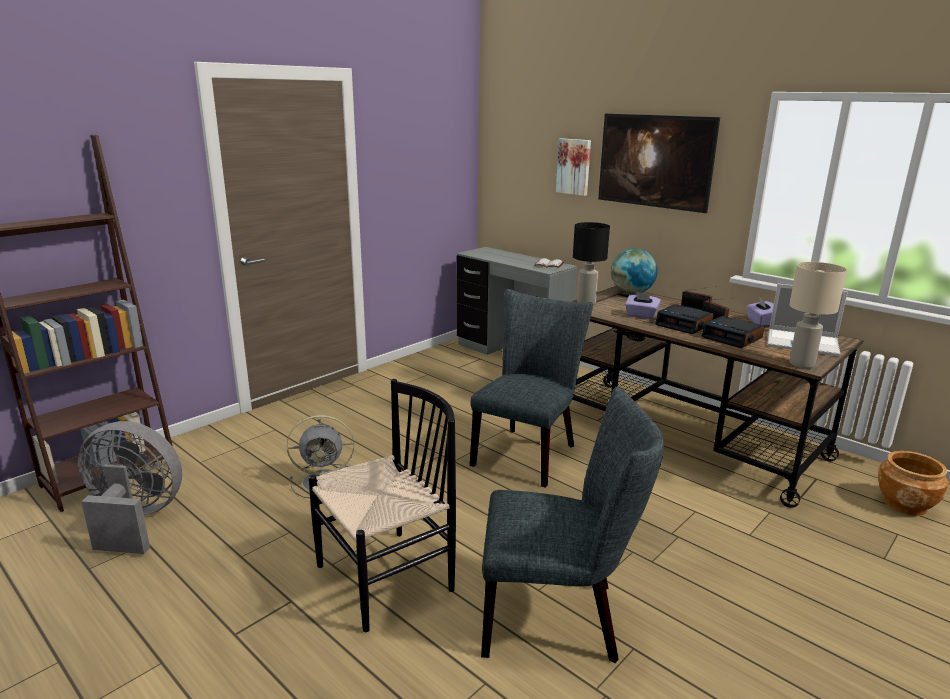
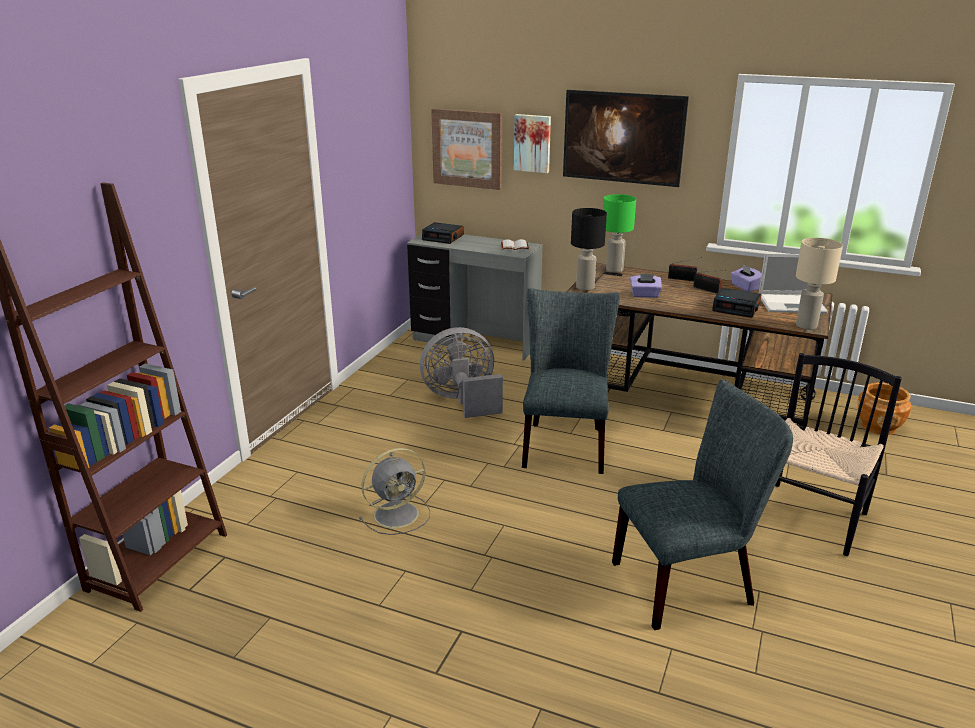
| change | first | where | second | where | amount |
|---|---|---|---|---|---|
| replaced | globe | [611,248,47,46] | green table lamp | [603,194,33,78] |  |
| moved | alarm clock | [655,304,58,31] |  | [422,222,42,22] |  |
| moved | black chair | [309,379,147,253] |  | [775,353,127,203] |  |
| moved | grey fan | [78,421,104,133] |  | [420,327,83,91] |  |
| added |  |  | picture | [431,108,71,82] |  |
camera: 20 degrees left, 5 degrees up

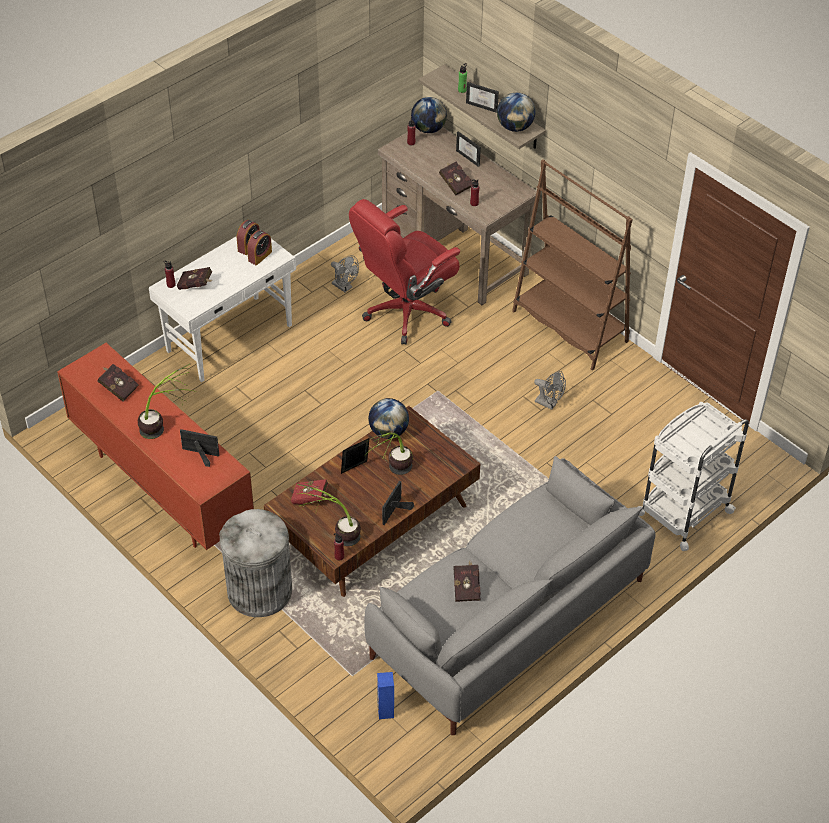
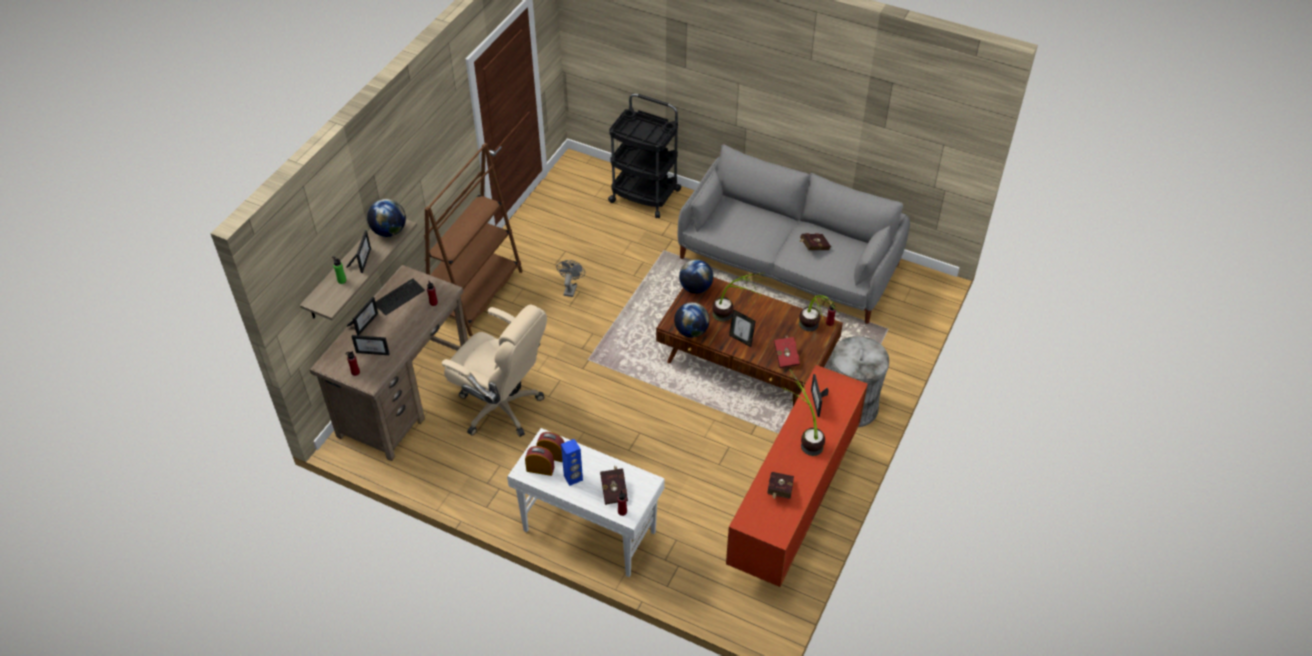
| change | first | where | second | where | amount |
|---|---|---|---|---|---|
| moved | globe | [411,97,36,36] |  | [679,259,34,35] |  |
| removed | red book | [439,162,33,34] |  |  |  |
| recoloured | red office chair | [349,199,111,146] | beige office chair | [442,305,105,132] |  |
| removed | grey fan | [331,255,28,37] |  |  |  |
| recoloured | white cart | [638,402,111,149] | black cart | [608,94,73,124] |  |
| moved | picture frame | [382,480,32,45] |  | [352,335,38,20] |  |
| moved | blue speaker | [377,672,17,47] |  | [561,439,22,47] |  |
| added |  |  | keyboard | [376,279,49,36] |  |
camera: 110 degrees left, 0 degrees up

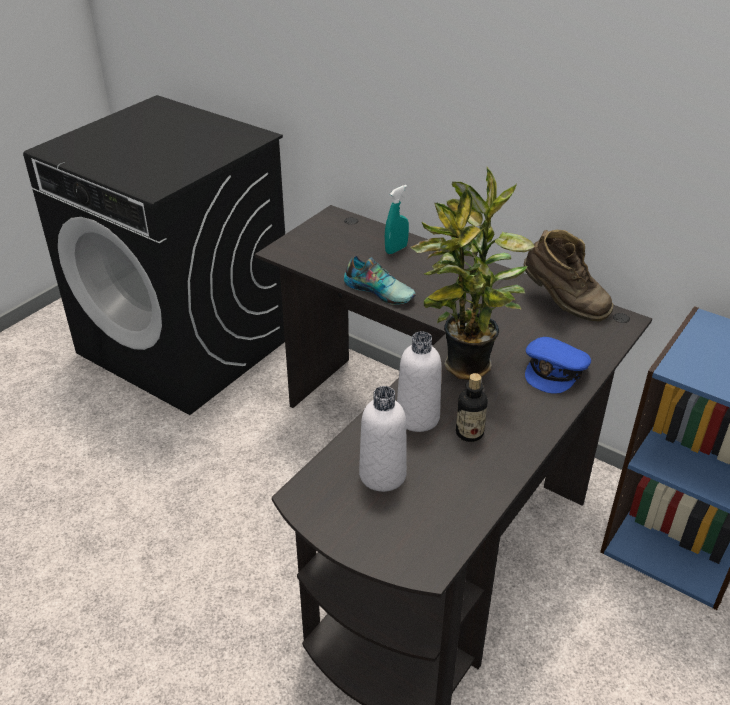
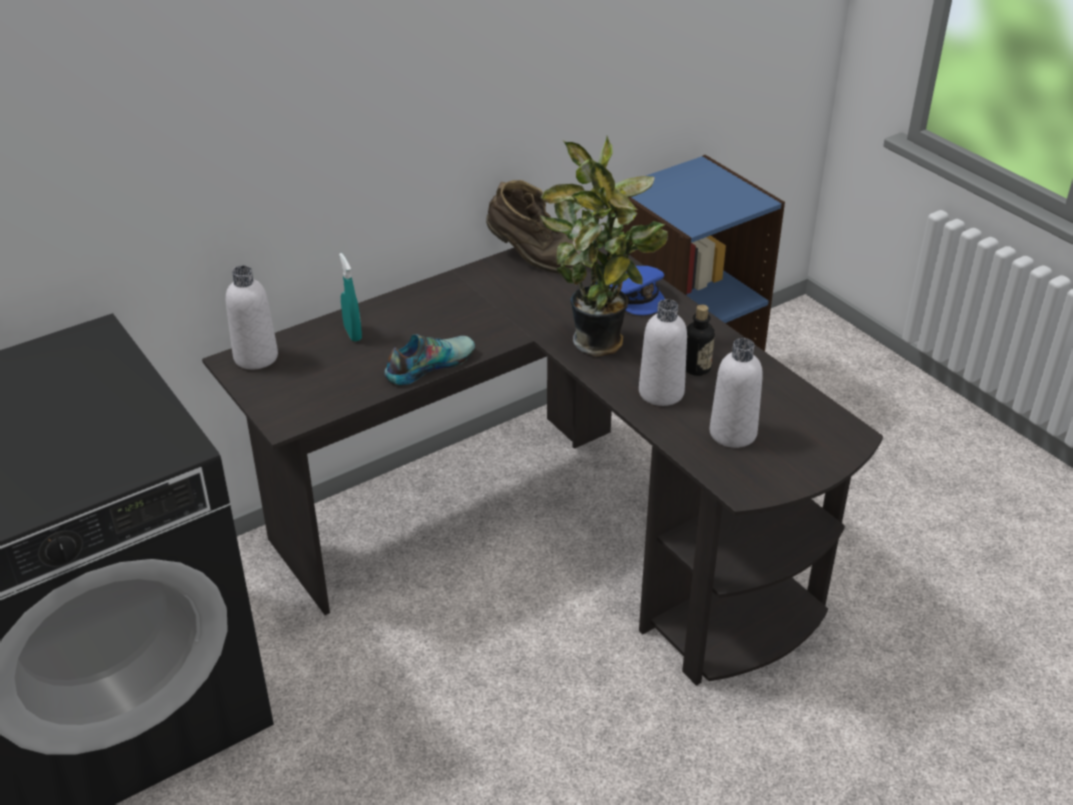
| change | first | where | second | where | amount |
|---|---|---|---|---|---|
| turned | brown boot | [524,230,90,91] |  | [486,180,96,94] | 60 degrees clockwise |
| added |  |  | white bottle | [226,265,52,104] |  |
camera: 70 degrees left, 0 degrees up

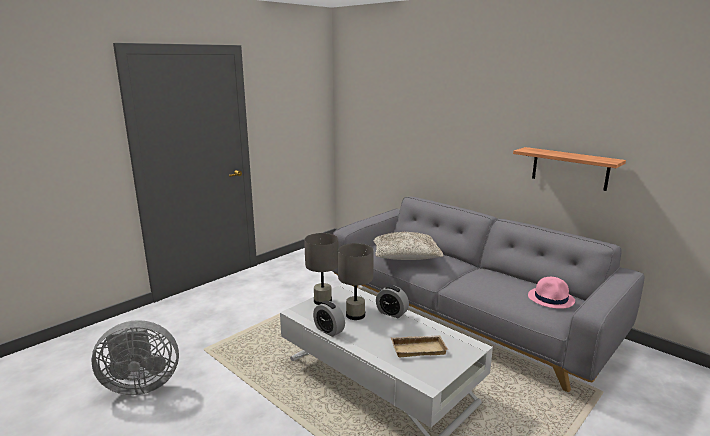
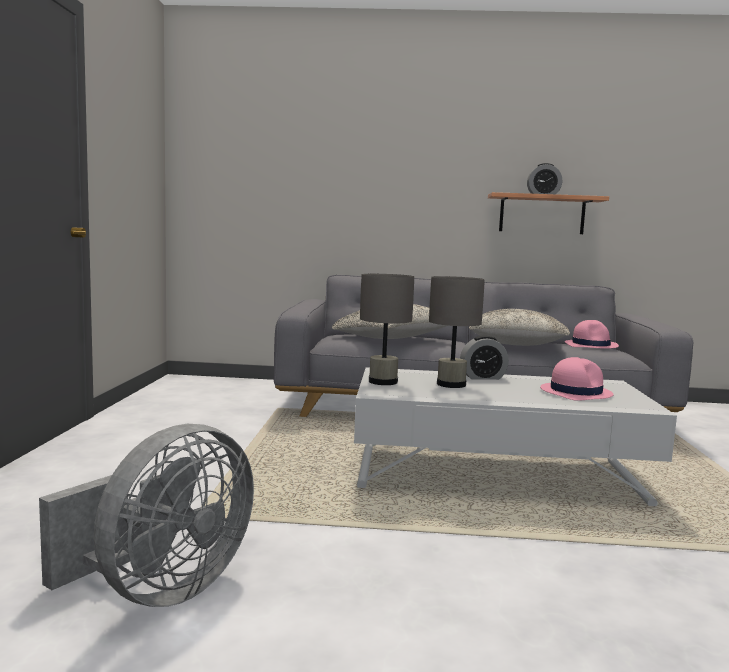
| change | first | where | second | where | amount |
|---|---|---|---|---|---|
| moved | alarm clock | [313,301,32,36] |  | [527,163,35,31] |  |
| replaced | beige tray | [391,335,57,22] | pink hat | [540,357,73,44] |  |
| added |  |  | beige pillow | [469,309,101,37] |  |
camera: 40 degrees left, 10 degrees down

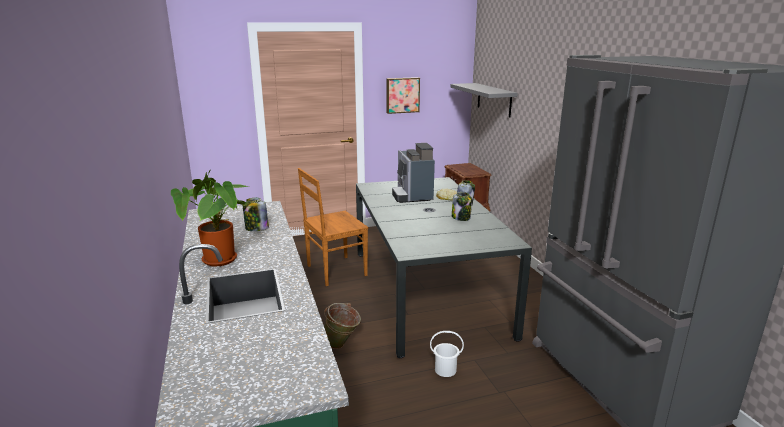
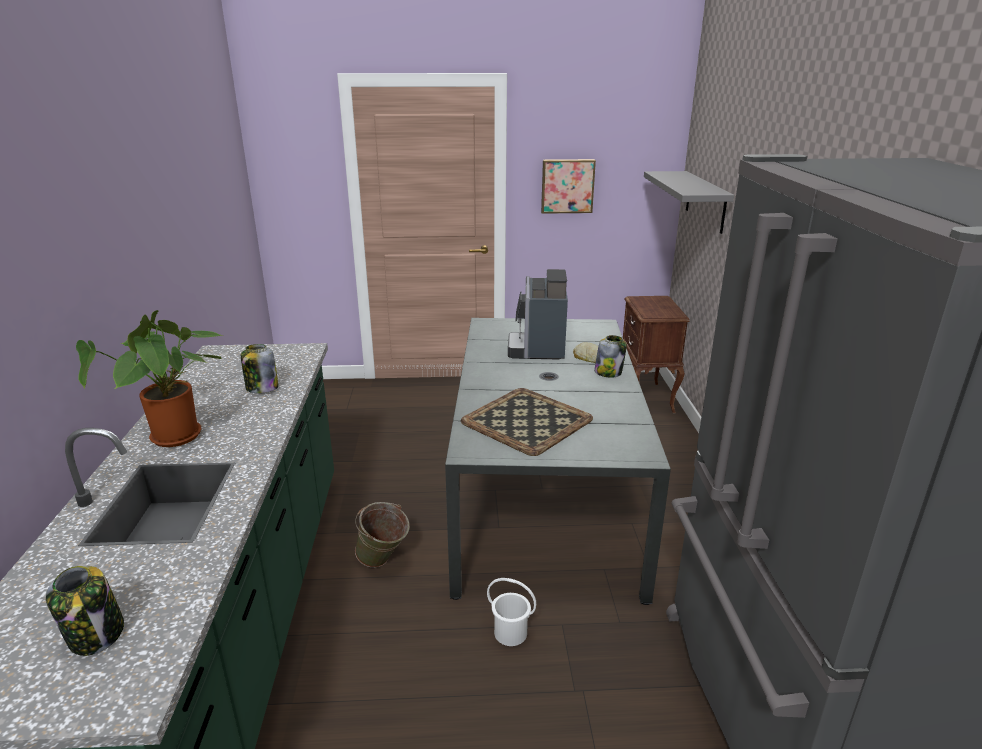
| change | first | where | second | where | amount |
|---|---|---|---|---|---|
| removed | brown chair | [298,168,70,118] |  |  |  |
| moved | jar | [452,192,20,29] |  | [46,566,78,90] |  |
| added |  |  | tray | [461,388,132,68] |  |
camera: 15 degrees right, 5 degrees up

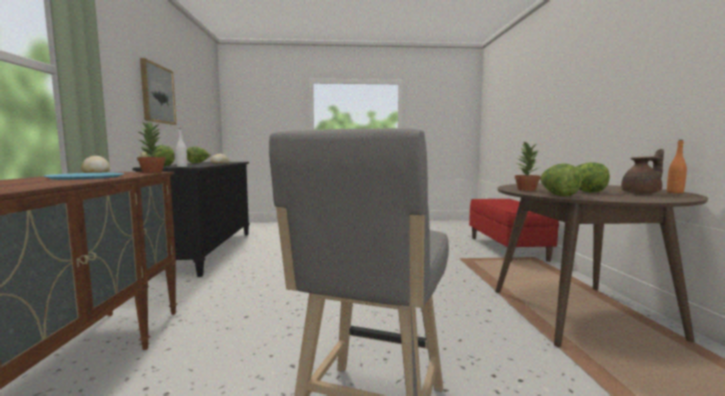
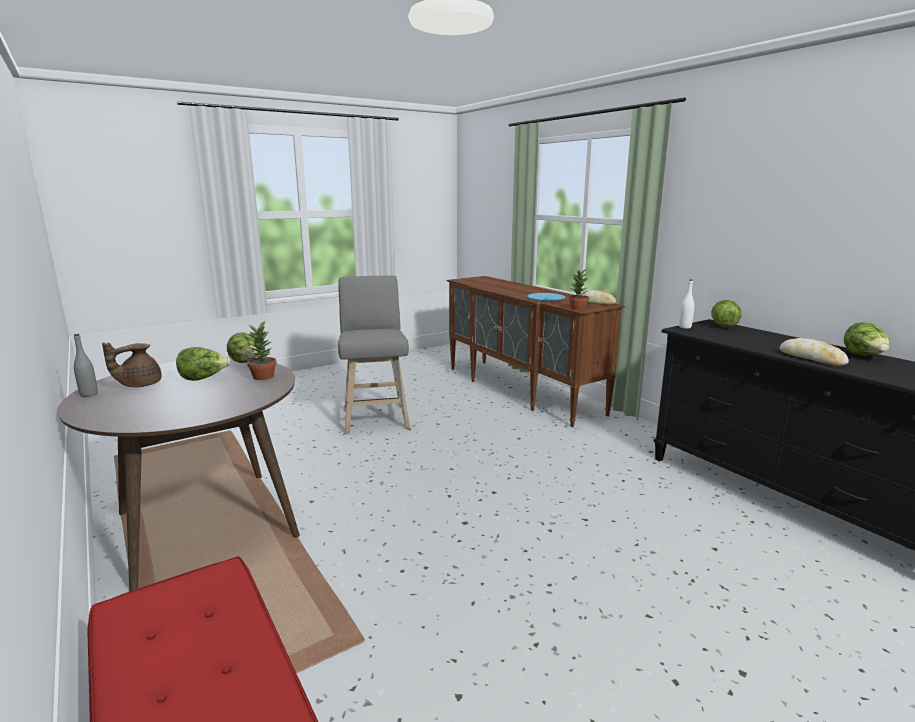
| change | first | where | second | where | amount |
|---|---|---|---|---|---|
| removed | picture | [140,58,36,67] |  |  |  |
| recoloured | orange bottle | [667,140,20,53] | grey bottle | [74,334,24,63] |  |
camera: 150 degrees right, 10 degrees up

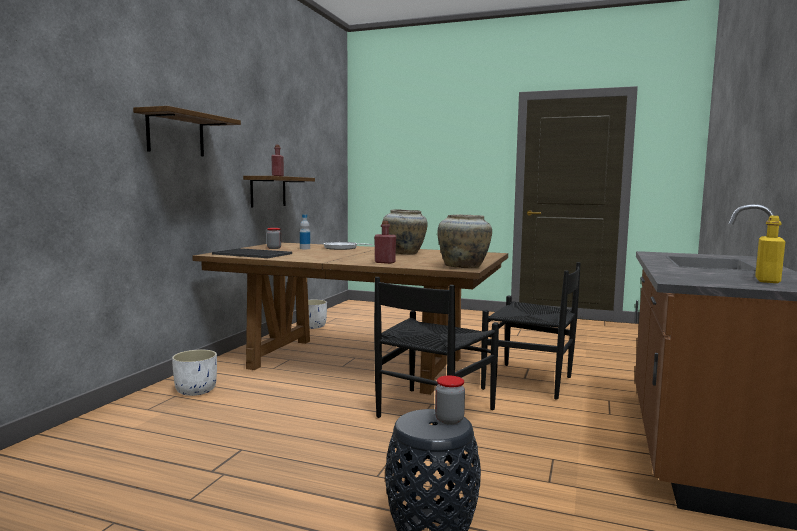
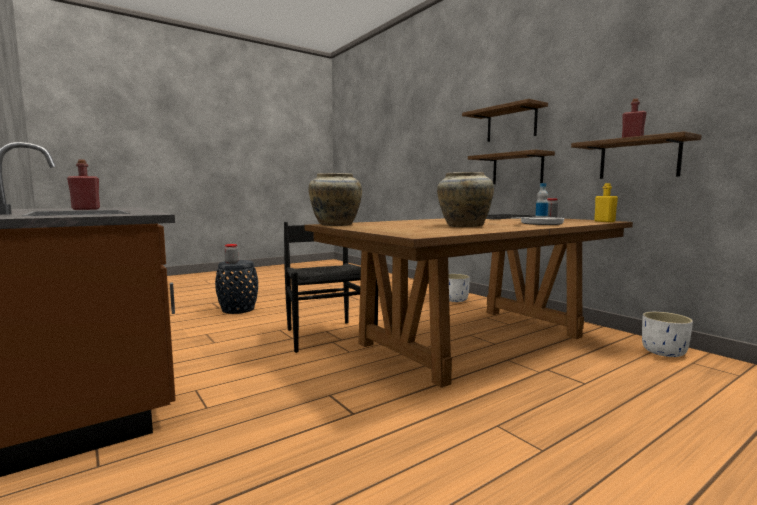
| change | first | where | second | where | amount |
|---|---|---|---|---|---|
| moved | yellow bottle | [755,216,30,67] |  | [594,183,24,39] |  |
| moved | red bottle | [374,221,22,43] |  | [67,160,33,50] |  |
| removed | black chair | [481,262,100,138] |  |  |  |
| added |  |  | shelf | [468,149,87,35] |  |
camera: 125 degrees right, 0 degrees up

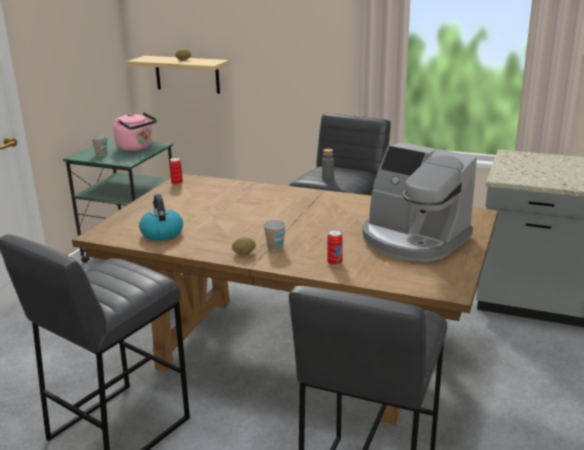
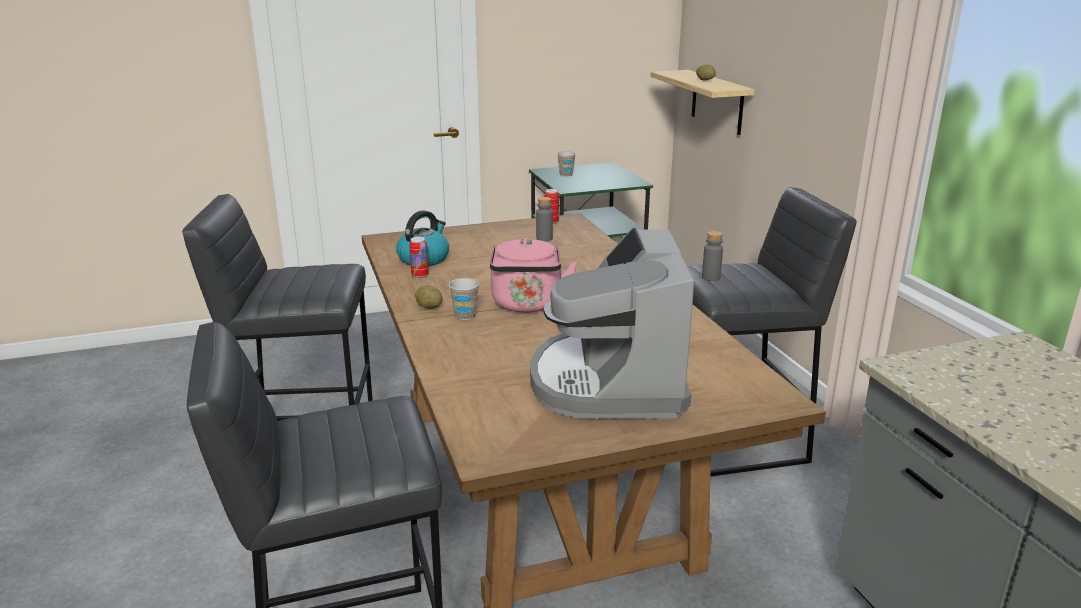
| change | first | where | second | where | amount |
|---|---|---|---|---|---|
| moved | pink kettle | [113,112,44,39] |  | [490,238,87,75] |  |
| moved | can | [327,230,16,36] |  | [409,237,20,42] |  |
| added |  |  | grey bottle | [536,197,17,45] |  |
camera: 50 degrees right, 0 degrees up

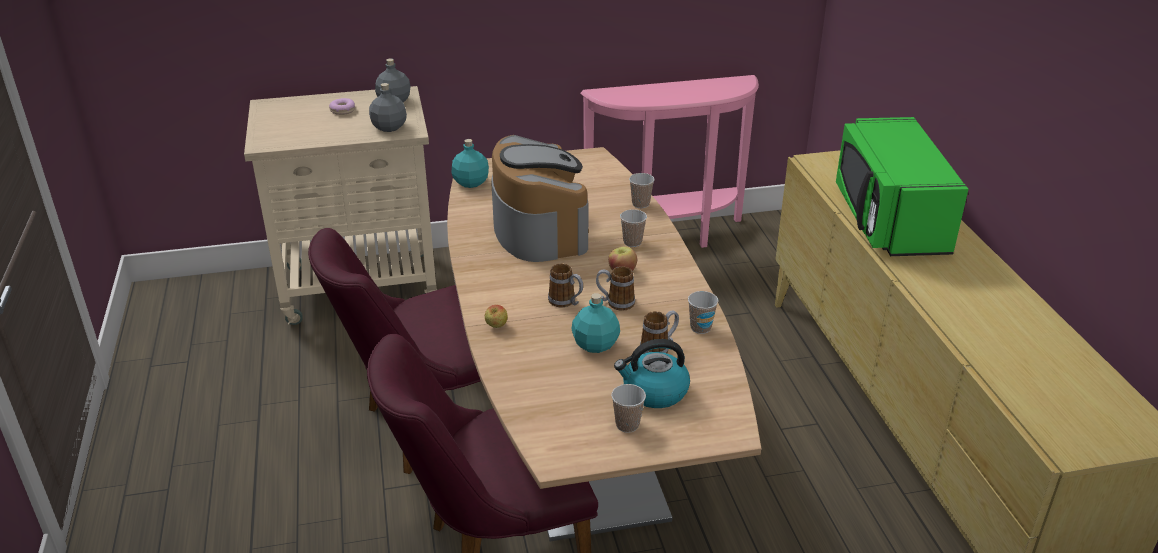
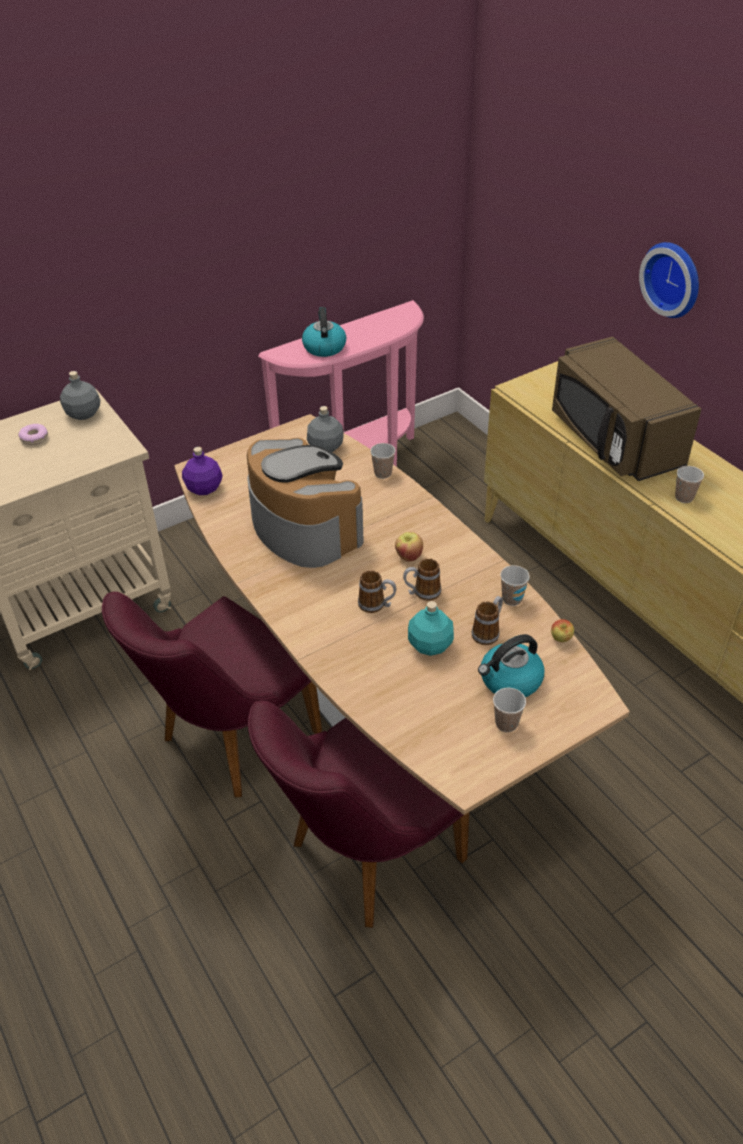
| change | first | where | second | where | amount |
|---|---|---|---|---|---|
| moved | grey bottle | [369,83,38,49] |  | [307,406,37,46] |  |
| recoloured | green microwave | [836,117,132,139] | brown microwave | [552,337,149,144] |  |
| recoloured | turquoise bottle | [452,139,37,49] | purple bottle | [182,447,40,48] |  |
| moved | cup | [620,209,27,38] |  | [675,466,29,37] |  |
| moved | apple | [485,305,23,23] |  | [551,619,23,23] |  |
| added |  |  | wall clock | [639,242,60,76] |  |
| added |  |  | kettle | [302,307,44,50] |  |
camera: 20 degrees left, 10 degrees up

